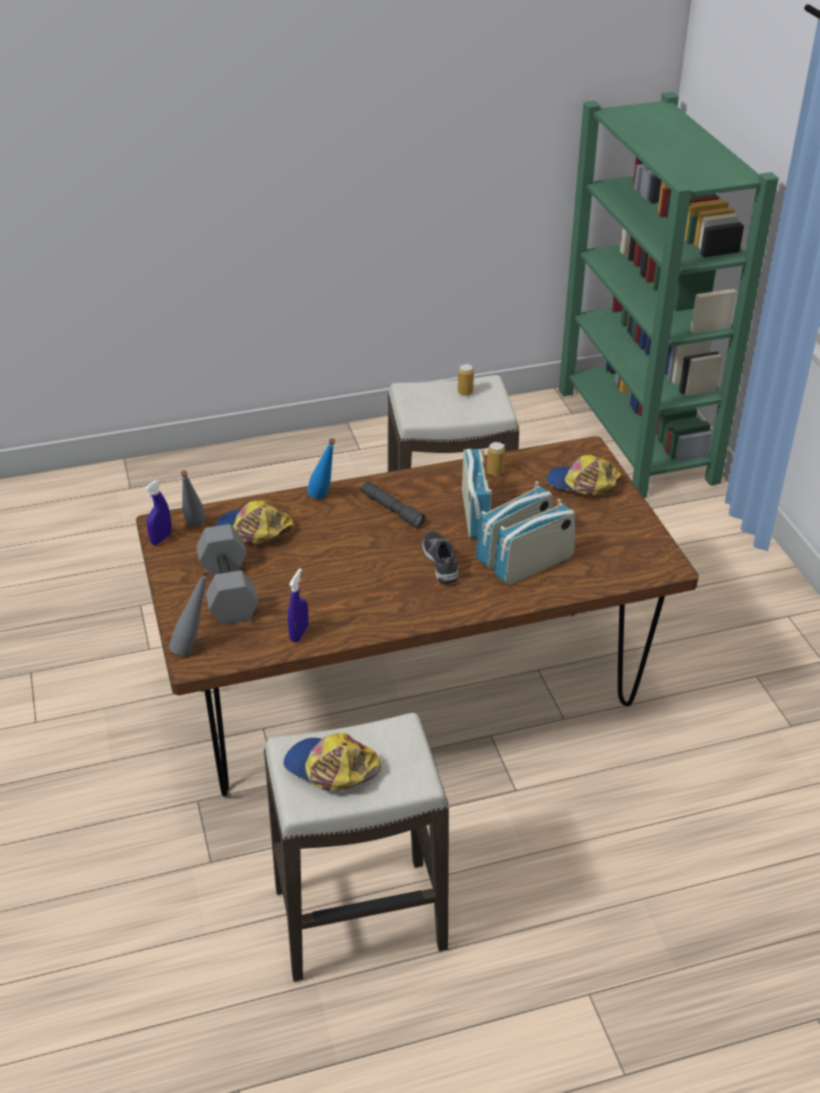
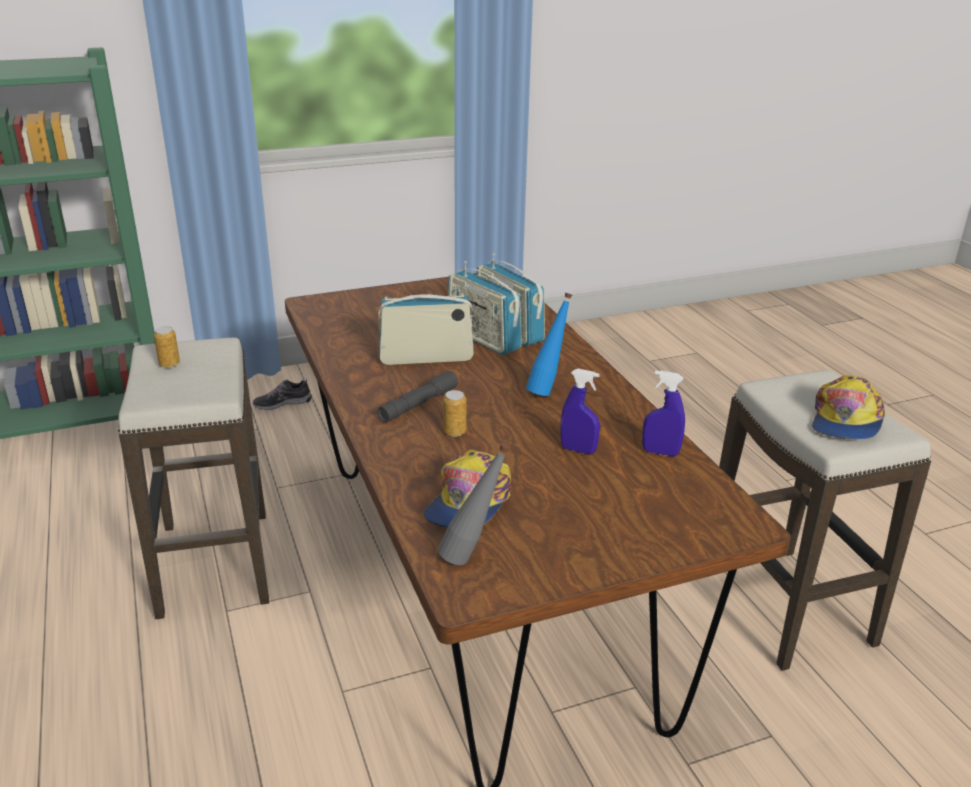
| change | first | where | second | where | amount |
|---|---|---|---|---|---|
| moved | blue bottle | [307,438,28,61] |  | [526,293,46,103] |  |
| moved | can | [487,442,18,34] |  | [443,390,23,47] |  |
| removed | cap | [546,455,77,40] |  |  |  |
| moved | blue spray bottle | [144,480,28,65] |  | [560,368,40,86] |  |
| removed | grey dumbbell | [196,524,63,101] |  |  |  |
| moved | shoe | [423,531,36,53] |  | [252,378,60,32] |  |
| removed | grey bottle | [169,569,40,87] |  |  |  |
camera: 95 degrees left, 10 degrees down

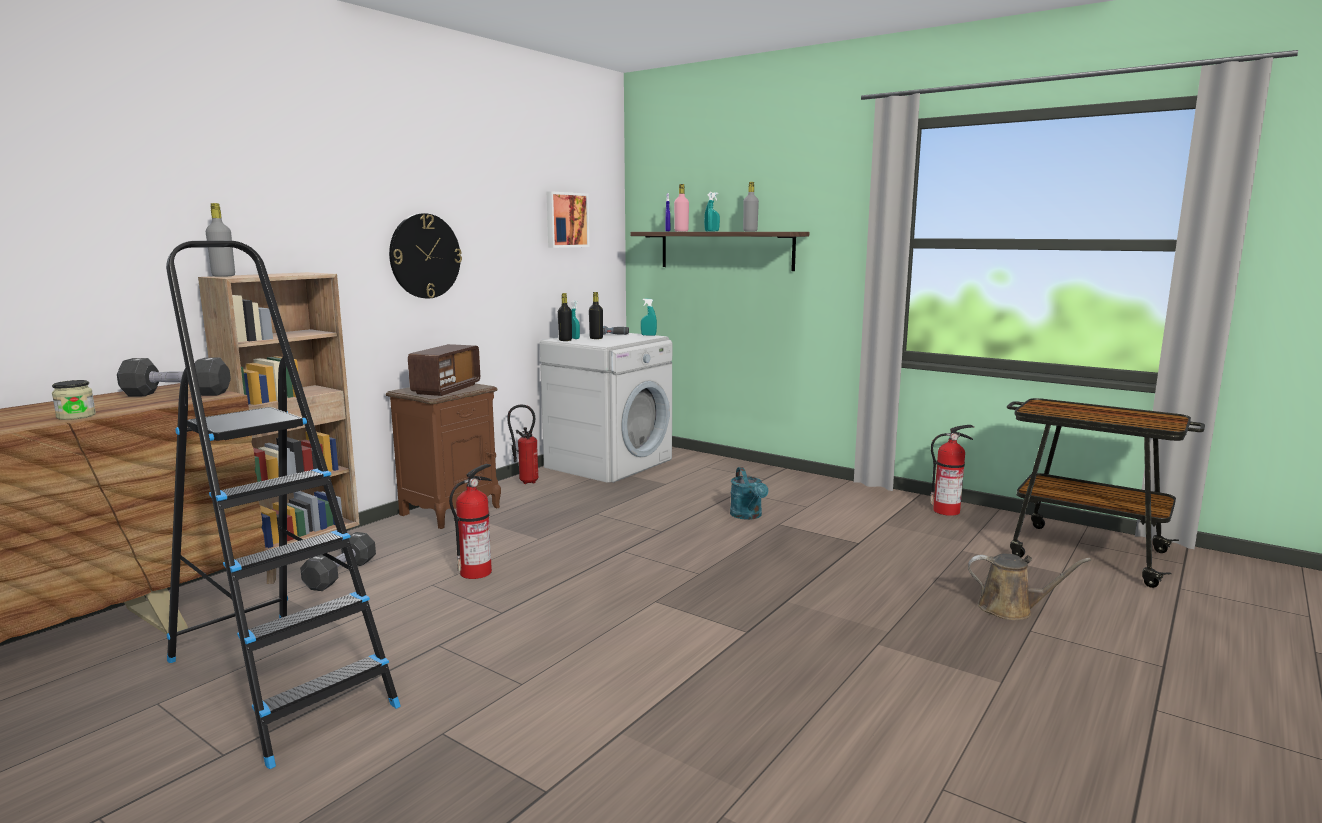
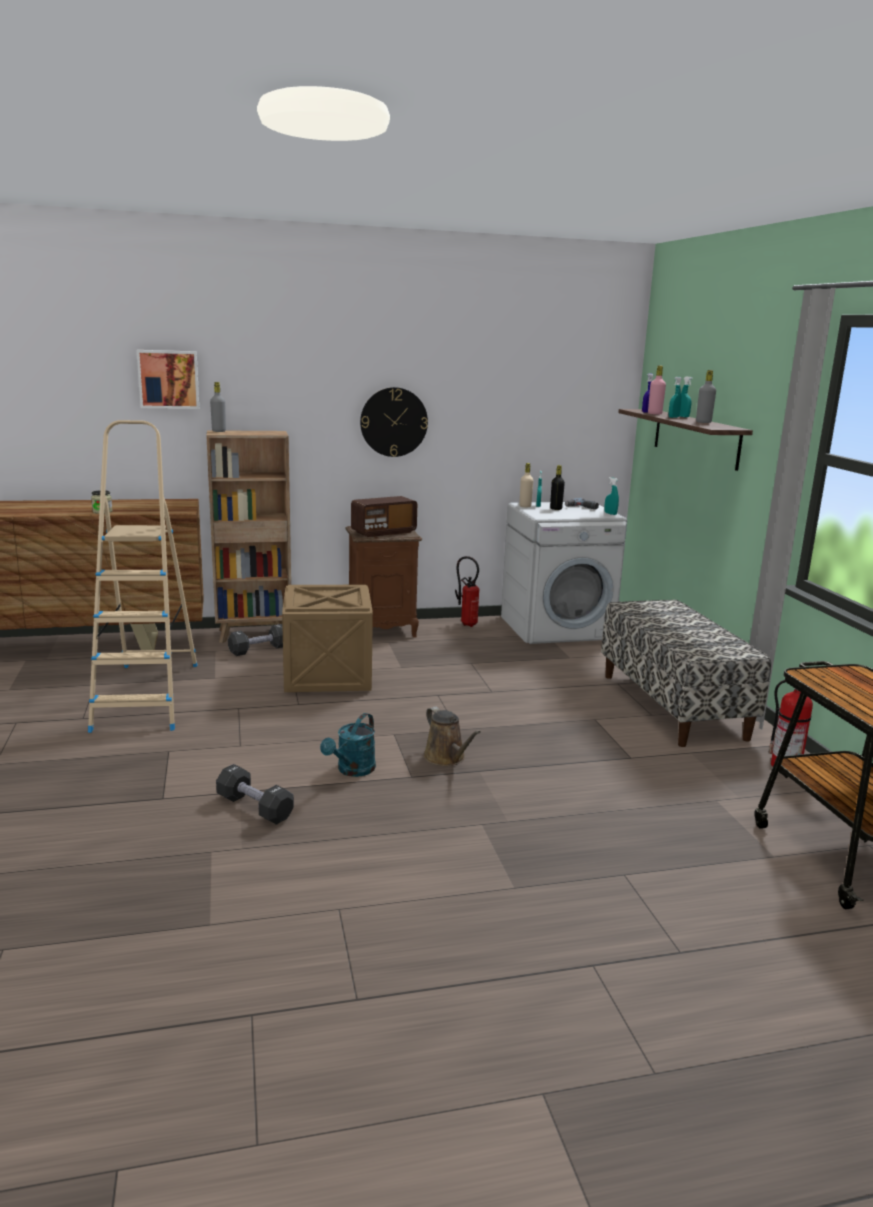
| change | first | where | second | where | amount |
|---|---|---|---|---|---|
| moved | picture | [547,191,42,57] |  | [137,350,62,59] |  |
| recoloured | black step ladder | [166,241,235,528] | beige step ladder | [88,420,109,313] |  |
| recoloured | black bottle | [558,293,14,48] | beige bottle | [519,463,14,45] |  |
| moved | black dumbbell | [117,358,114,39] |  | [216,764,78,61] |  |
| replaced | fire extinguisher | [449,464,43,115] | crate | [282,585,91,107] |  |
| moved | turquoise watering can | [730,467,38,53] |  | [320,713,56,64] |  |
| moved | brown watering can | [968,554,123,66] |  | [424,707,57,59] |  |
| added |  |  | bench | [601,600,170,147] |  |
camera: 40 degrees right, 5 degrees up

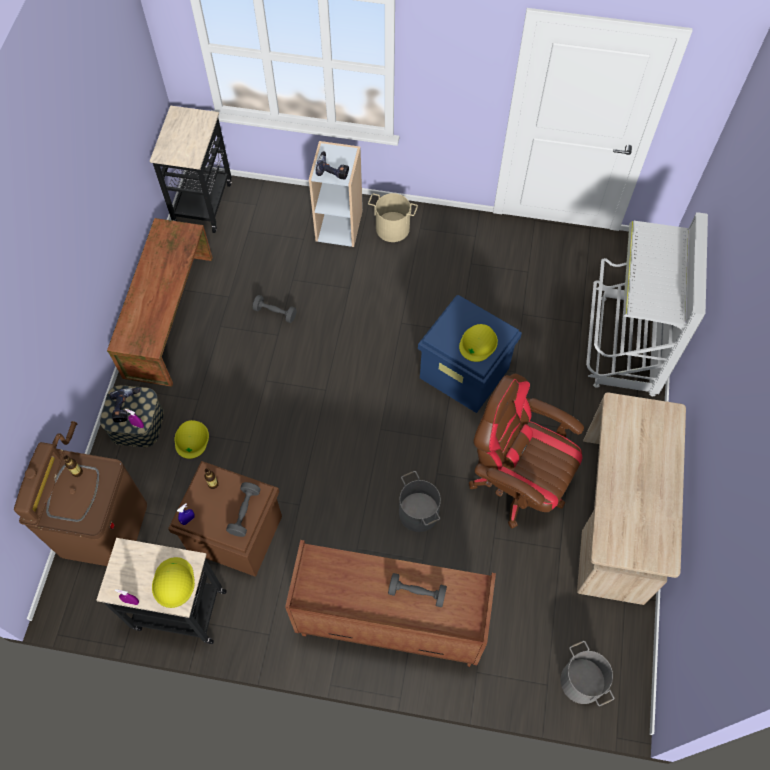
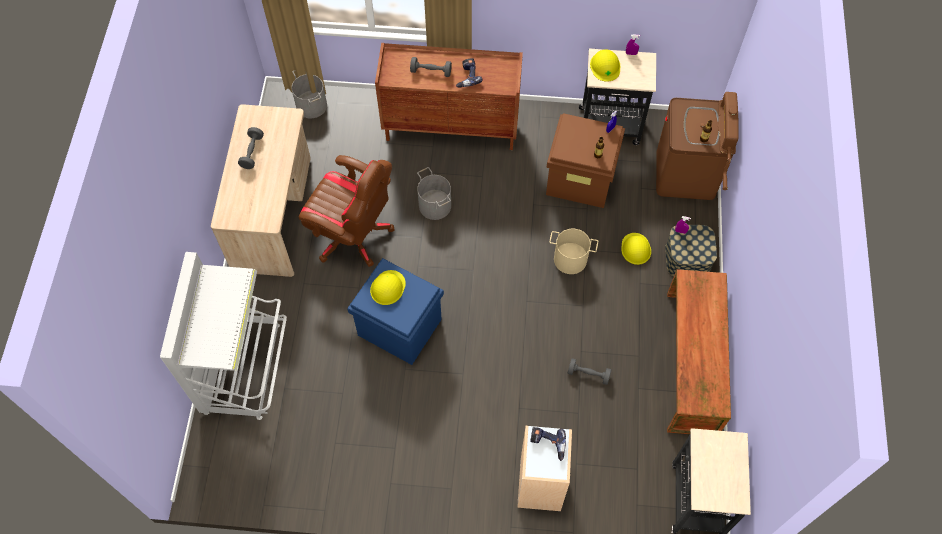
| change | first | where | second | where | amount |
|---|---|---|---|---|---|
| moved | beige bucket | [368,193,50,49] |  | [550,229,48,45] |  |
| moved | power drill | [109,388,32,35] |  | [456,58,26,30] |  |
| moved | grey dumbbell | [226,482,35,55] |  | [238,127,26,42] |  |
camera: 175 degrees right, 0 degrees up

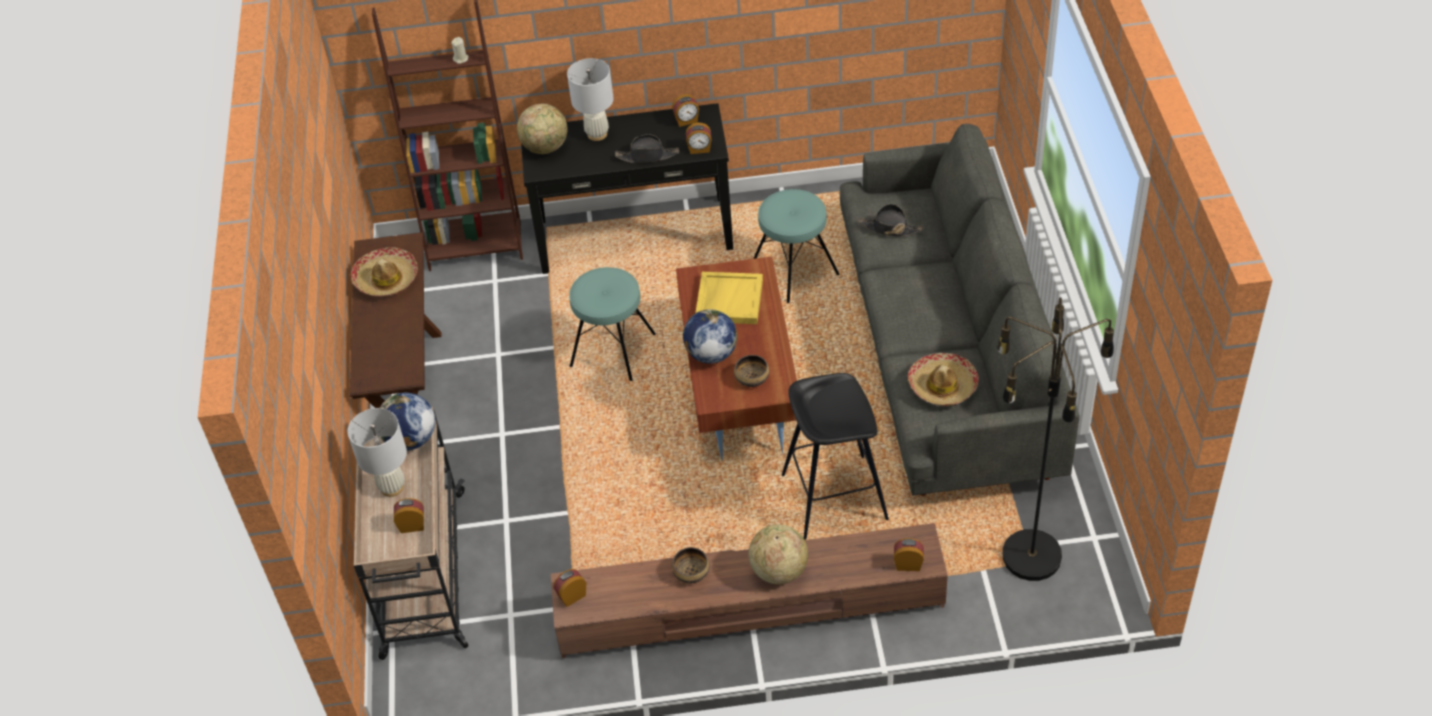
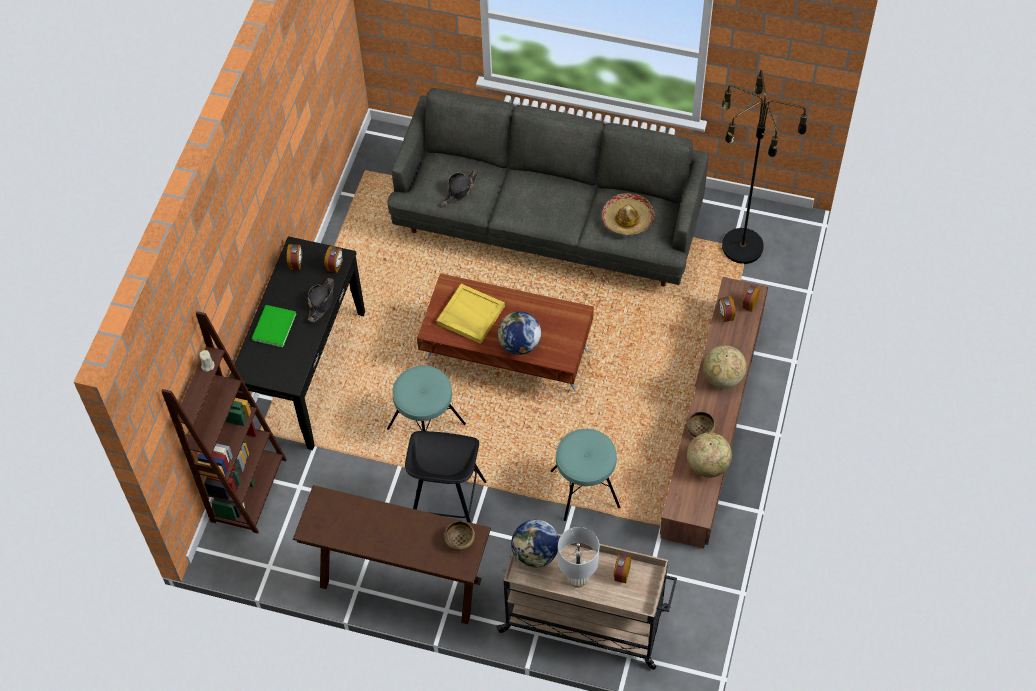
| change | first | where | second | where | amount |
|---|---|---|---|---|---|
| replaced | white table lamp | [567,58,47,83] | green book | [251,305,45,43] |  |
| moved | globe | [517,103,51,51] |  | [687,432,45,46] |  |
| moved | turquoise stool | [753,189,86,114] |  | [550,429,70,92] |  |
| removed | hat | [351,247,67,50] |  |  |  |
| moved | bowl | [734,355,36,32] |  | [444,521,31,30] |  |
| moved | black stool | [782,373,107,167] |  | [405,431,81,92] |  |
| moved | alarm clock | [553,569,33,38] |  | [719,296,17,26] |  |
camera: 70 degrees left, 10 degrees up

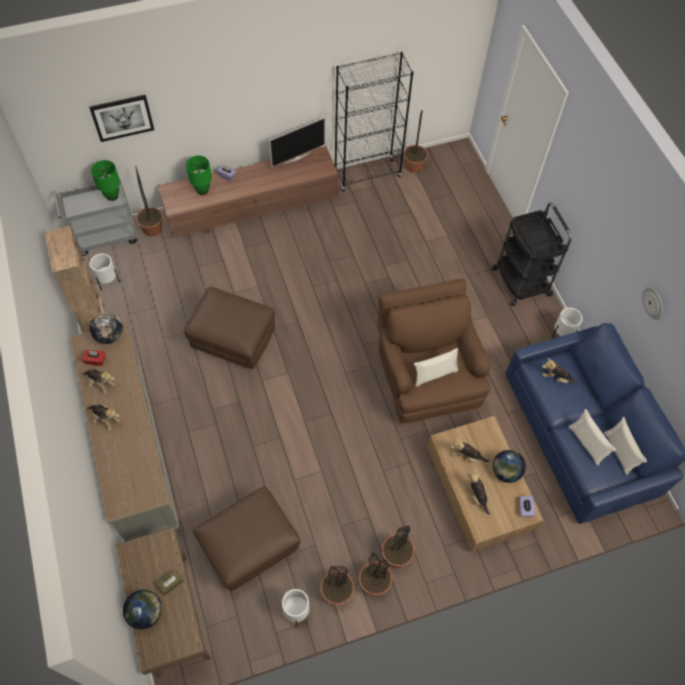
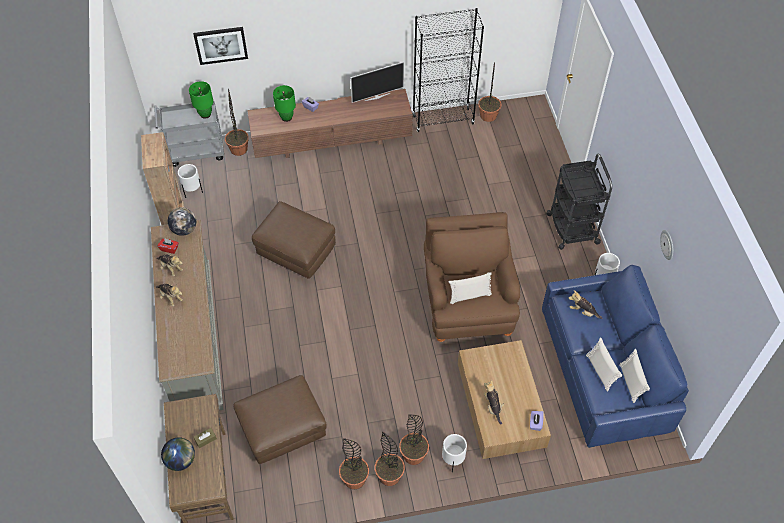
| change | first | where | second | where | amount |
|---|---|---|---|---|---|
| removed | plush toy | [450,438,39,25] |  |  |  |
| removed | globe | [493,450,33,33] |  |  |  |
| moved | white planter | [282,589,27,38] |  | [442,434,25,38] |  |
camera: 10 degrees right, 5 degrees down

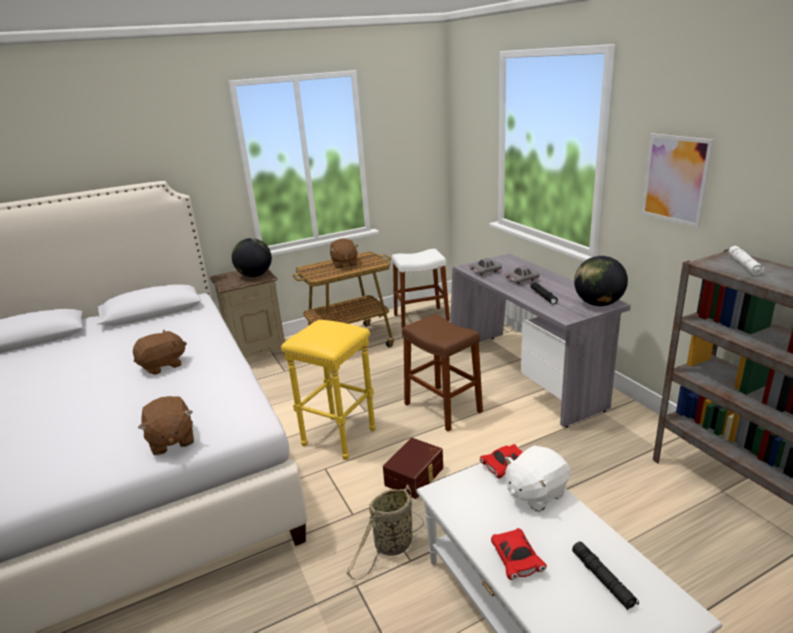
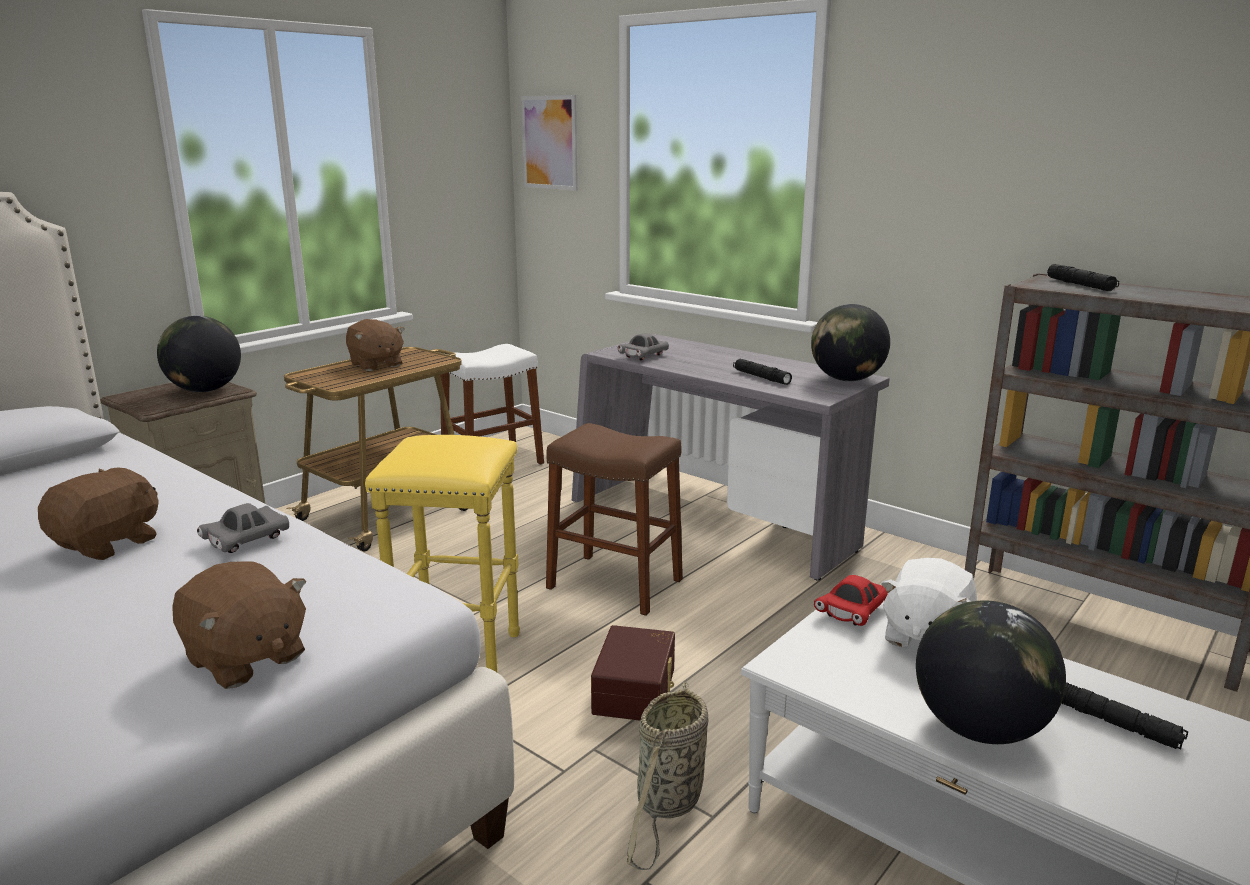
| change | first | where | second | where | amount |
|---|---|---|---|---|---|
| moved | picture | [641,133,73,95] |  | [521,95,57,95] |  |
| recoloured | white flashlight | [729,246,35,29] | black flashlight | [1047,264,72,27] |  |
| moved | grey toy car | [505,266,35,18] |  | [197,503,92,50] |  |
| replaced | red toy car | [491,528,56,52] | globe | [916,601,150,143] |  |
camera: 25 degrees left, 5 degrees down

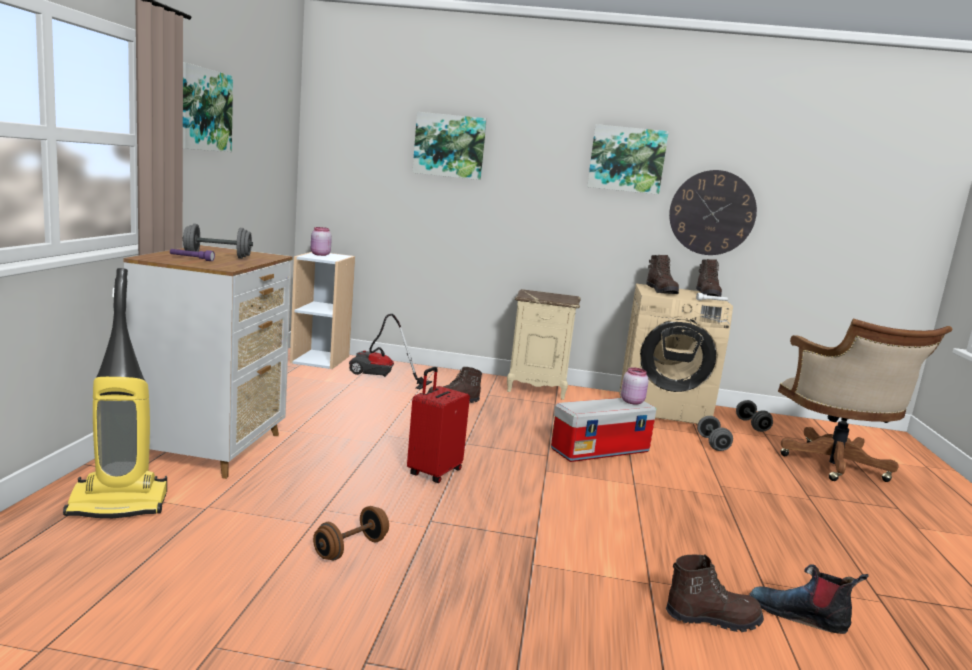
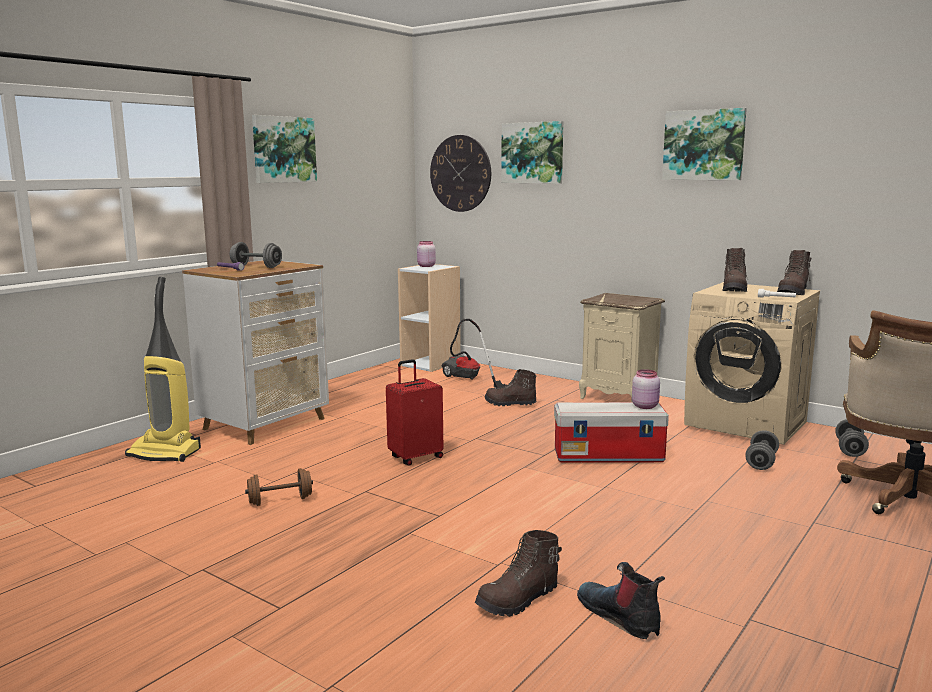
| change | first | where | second | where | amount |
|---|---|---|---|---|---|
| moved | wall clock | [669,170,88,85] |  | [430,135,61,77] |  |
| turned | brown boot | [666,554,98,78] |  | [475,530,87,87] | 120 degrees clockwise |
camera: 30 degrees right, 0 degrees up

